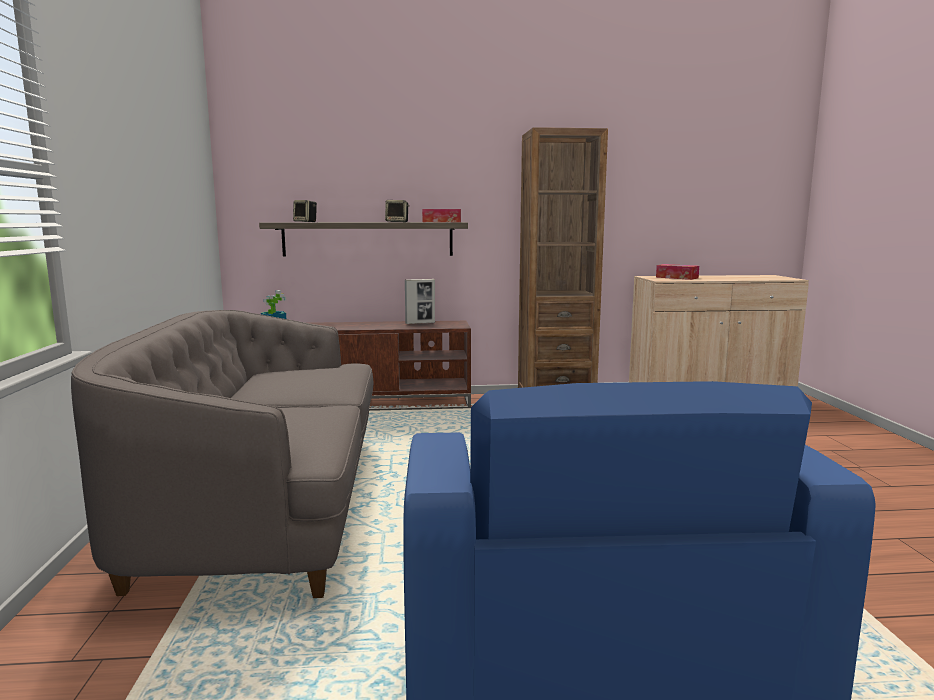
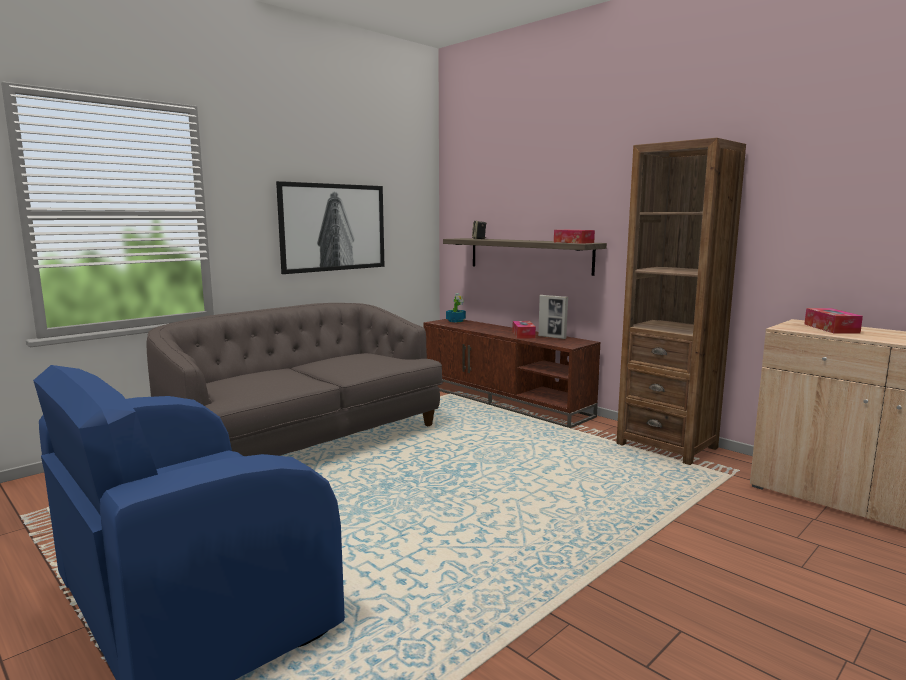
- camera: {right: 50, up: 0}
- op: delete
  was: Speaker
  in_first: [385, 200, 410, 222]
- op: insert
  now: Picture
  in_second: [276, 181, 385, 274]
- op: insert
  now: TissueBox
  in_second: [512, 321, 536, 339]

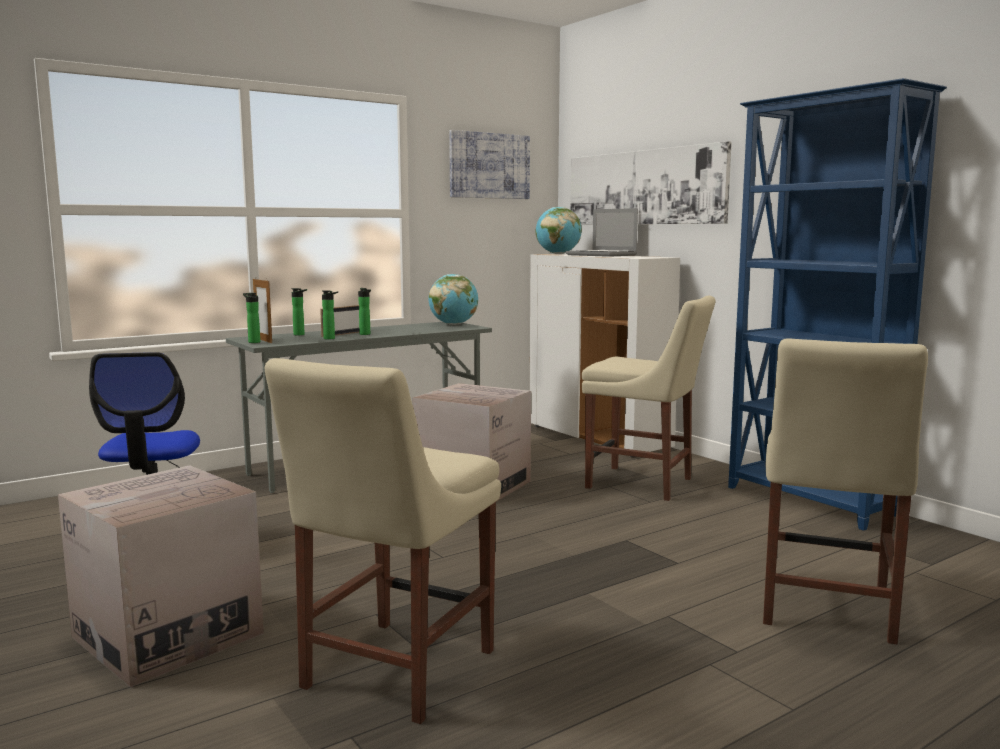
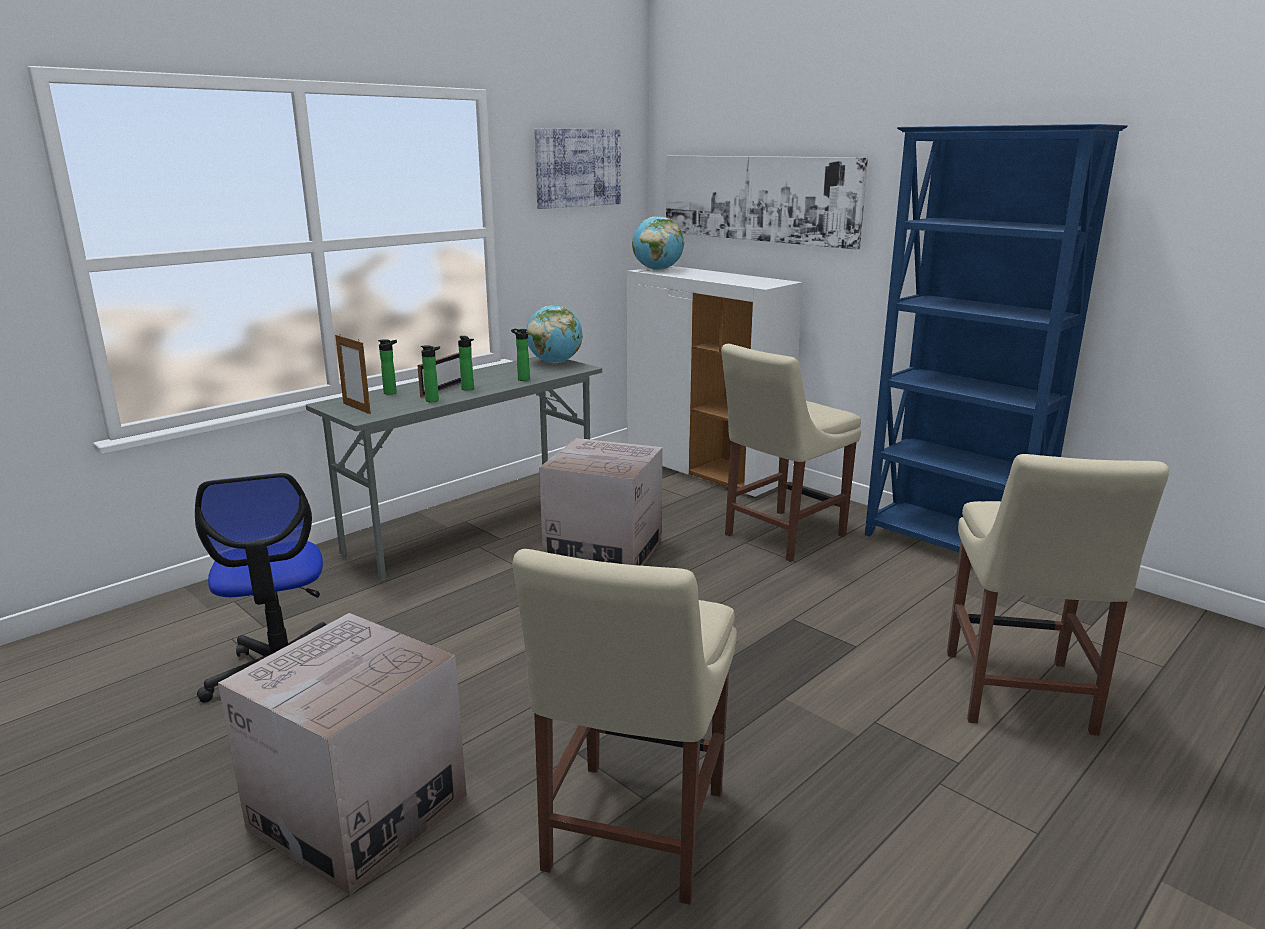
- camera: {right: -10, up: 10}
- op: move
  was: Bottle
  in_first: [243, 293, 260, 343]
  in_second: [511, 329, 530, 381]
- op: delete
  was: Laptop
  in_first: [566, 208, 638, 257]
- op: rotate
  was: BeigeChair
  in_first: [582, 296, 715, 501]
  in_second: [721, 344, 861, 562]
  clockwise: 120

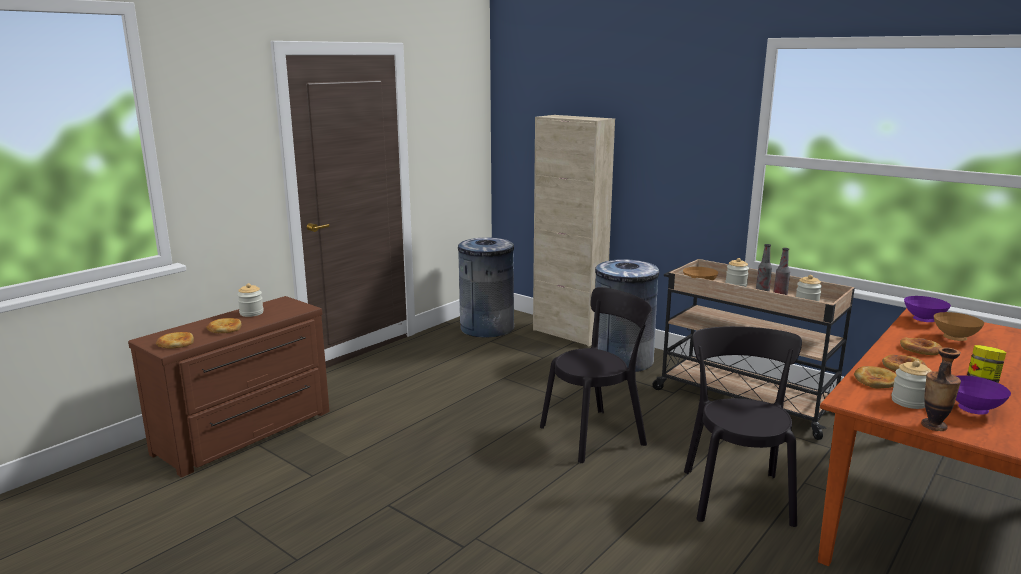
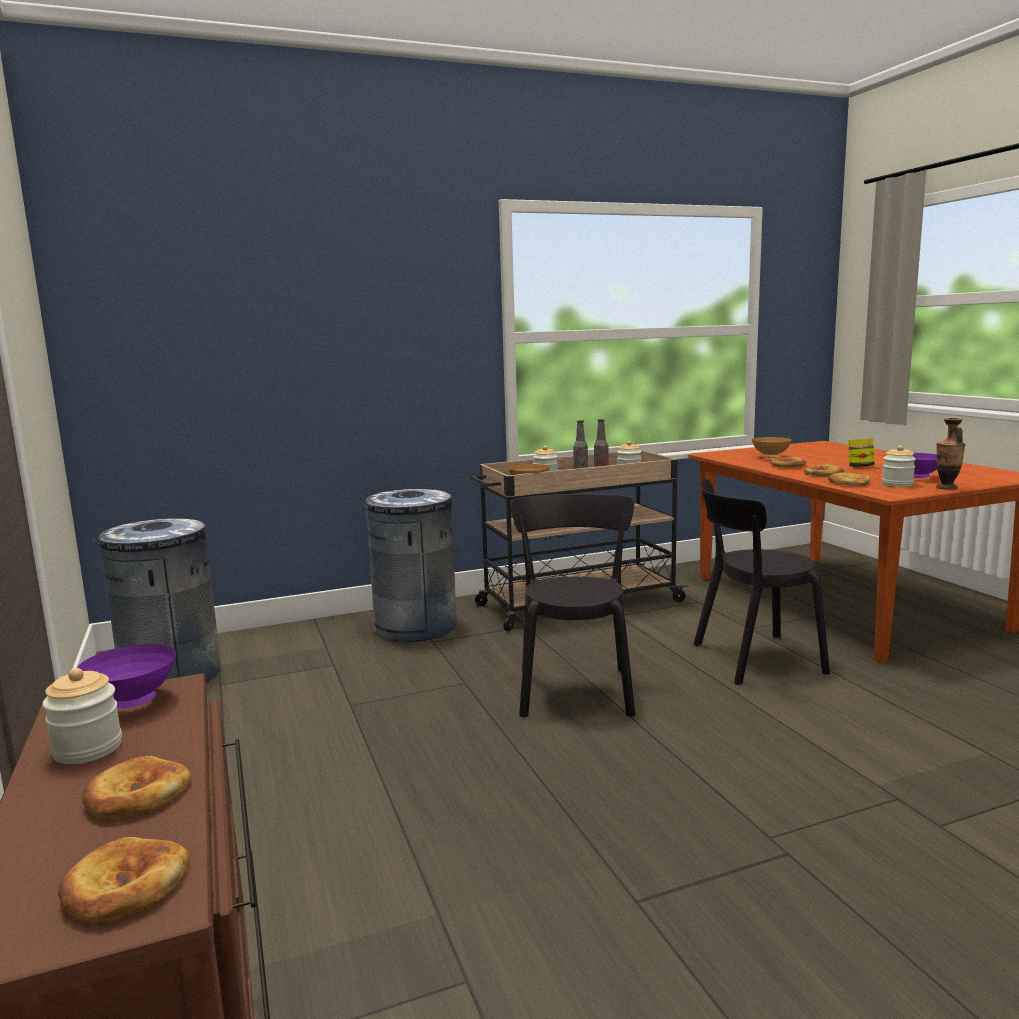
- camera: {right: -60, up: -5}
- op: delete
  was: BeigeCabinet
  in_first: [533, 115, 615, 346]
- op: rotate
  was: BlackChair
  in_first: [684, 326, 802, 527]
  in_second: [693, 479, 830, 685]
  clockwise: -45
- op: move
  was: PurpleBowl
  in_first: [904, 296, 951, 322]
  in_second: [77, 644, 177, 708]

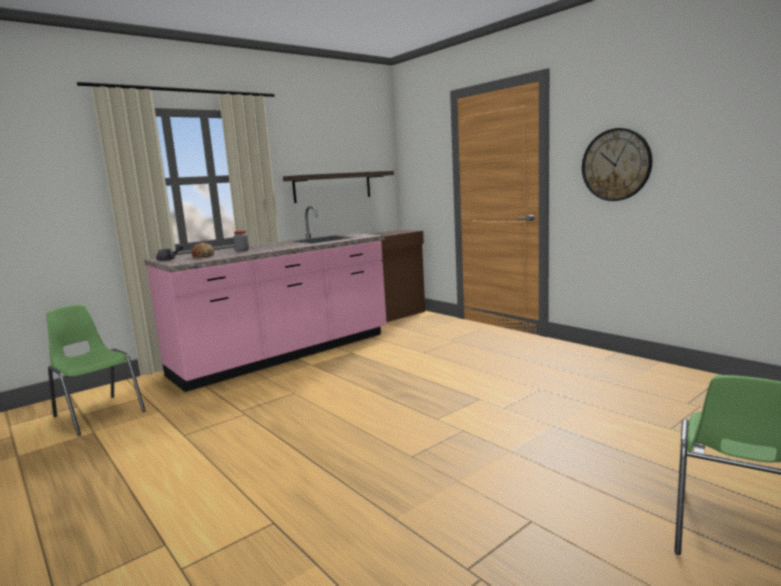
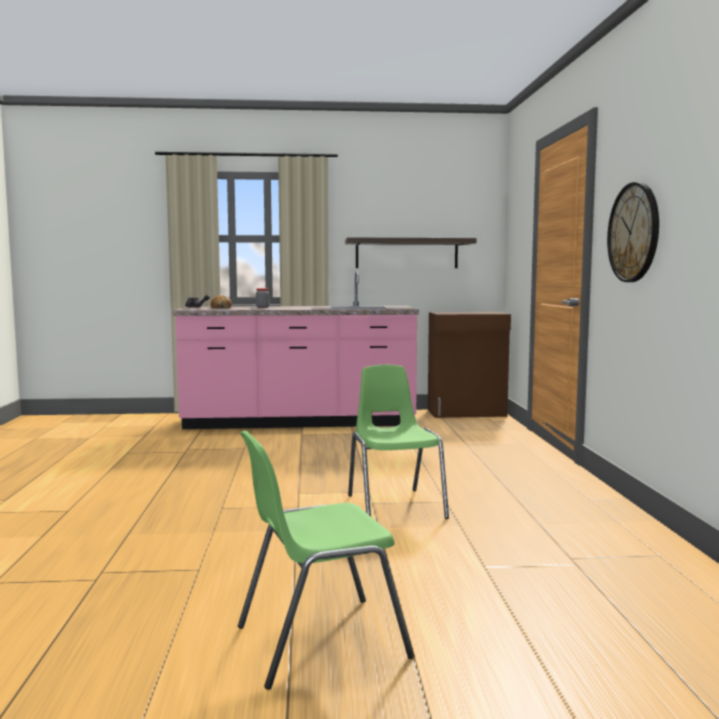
- camera: {right: 35, up: -5}
- op: move
  was: GreenChair
  in_first: [46, 305, 146, 436]
  in_second: [348, 365, 449, 519]

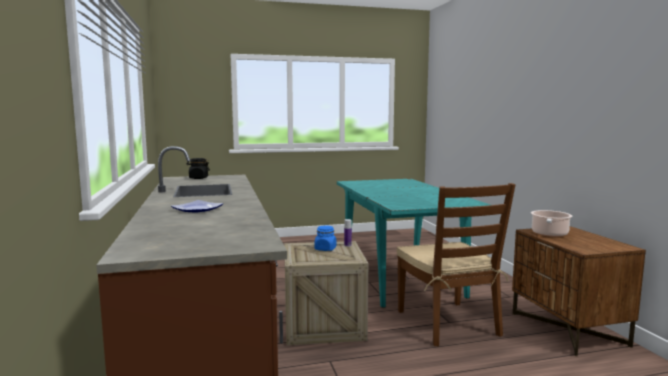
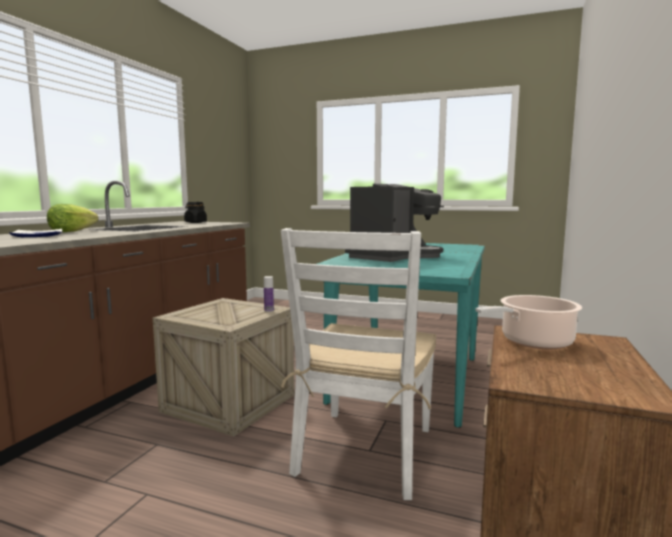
- camera: {right: 35, up: 0}
- op: delete
  was: BlueJar
  in_first: [315, 226, 336, 251]
- op: recolor
  was: BrownChair
  now: WhiteChair
  in_first: [397, 183, 516, 346]
  in_second: [281, 228, 437, 500]
- op: insert
  now: Lettuce
  in_second: [47, 204, 98, 232]
- op: insert
  now: CoffeeMachine
  in_second: [345, 184, 444, 262]

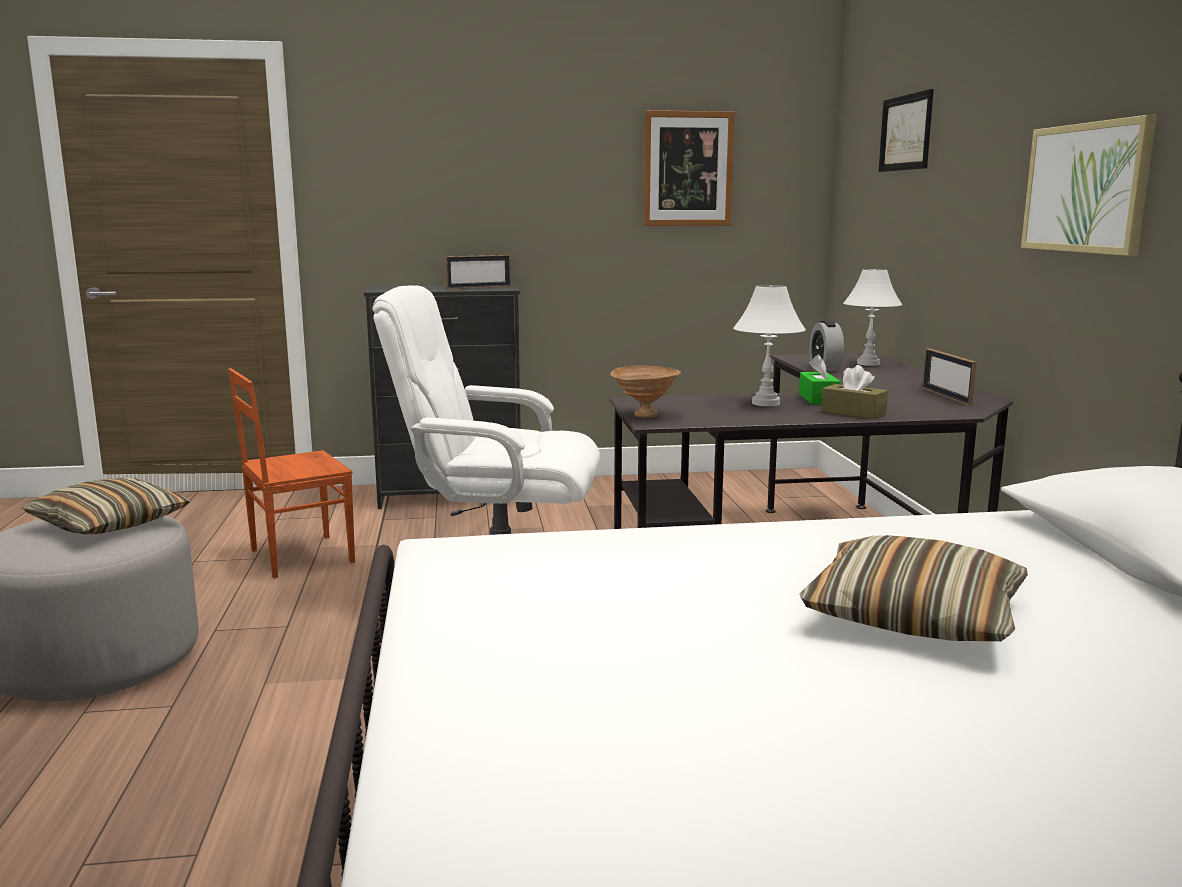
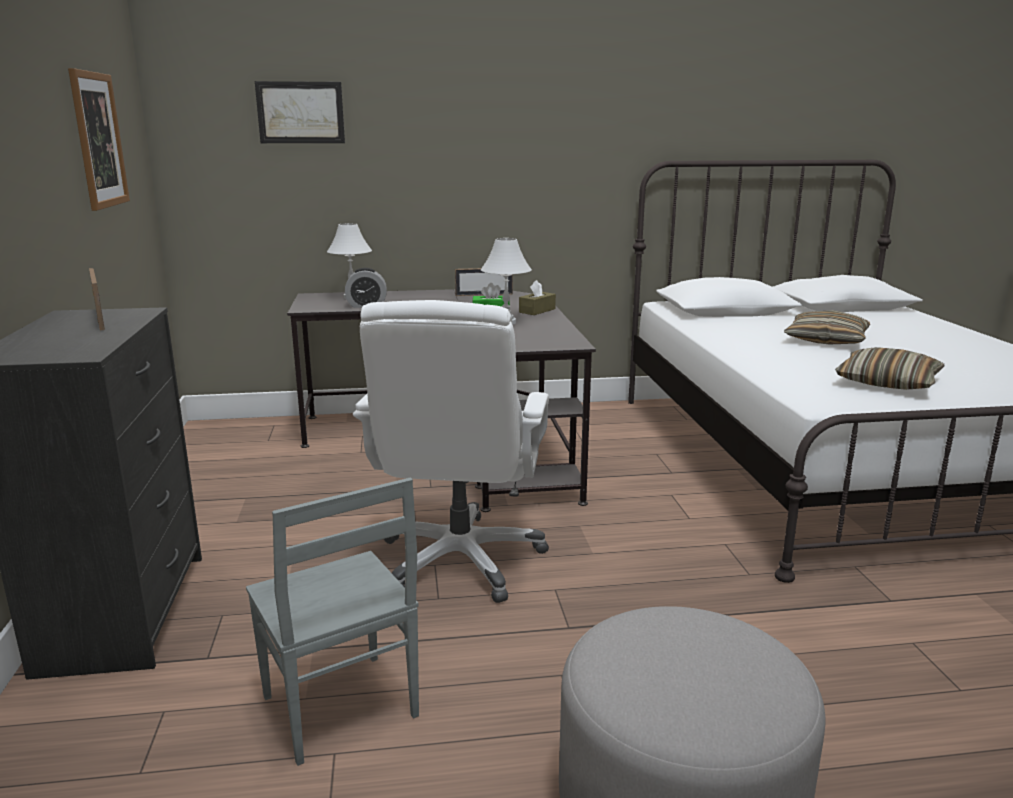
- camera: {right: -90, up: 5}
- op: move
  was: Pillow
  in_first: [22, 478, 190, 534]
  in_second: [835, 347, 944, 390]
- op: recolor
  was: BrownChair
  now: GreyChair
  in_first: [228, 368, 355, 578]
  in_second: [246, 478, 419, 766]
- op: delete
  was: BrownBowl
  in_first: [610, 365, 681, 418]
- op: delete
  was: Picture
  in_first: [1021, 115, 1156, 256]

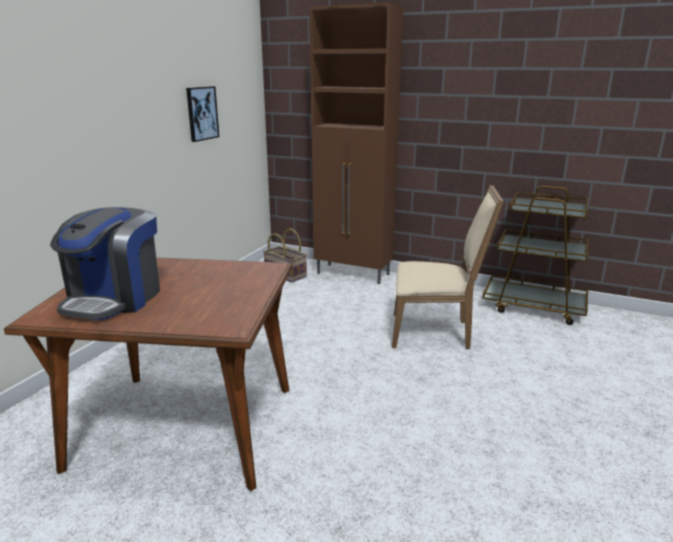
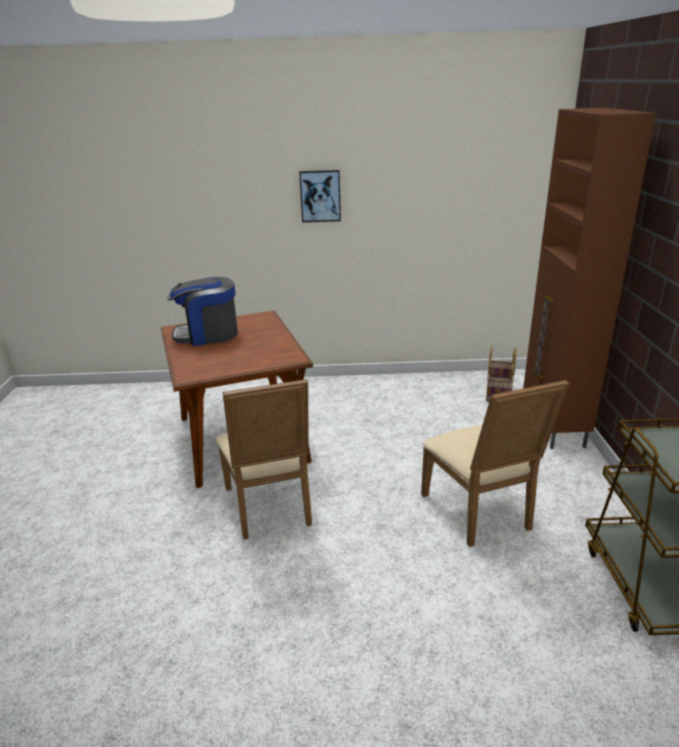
- camera: {right: 65, up: 5}
- op: move
  was: Picture
  in_first: [186, 86, 219, 142]
  in_second: [299, 170, 341, 222]
- op: insert
  now: BeigeChair
  in_second: [216, 379, 312, 540]

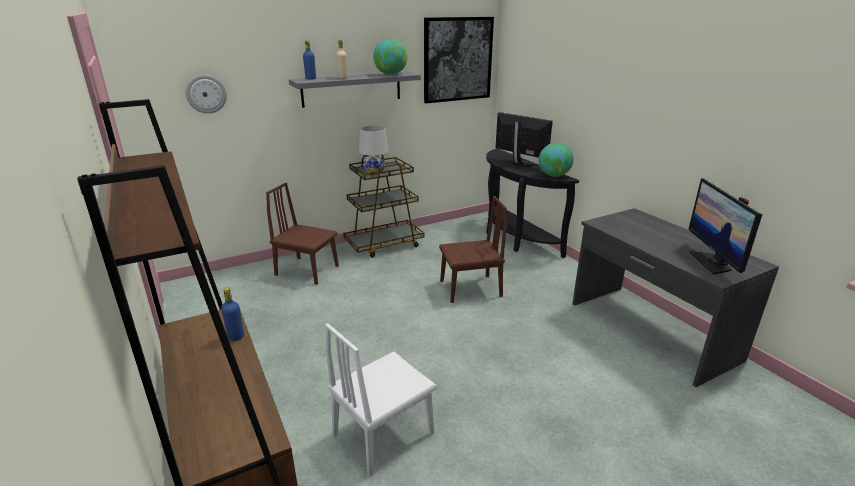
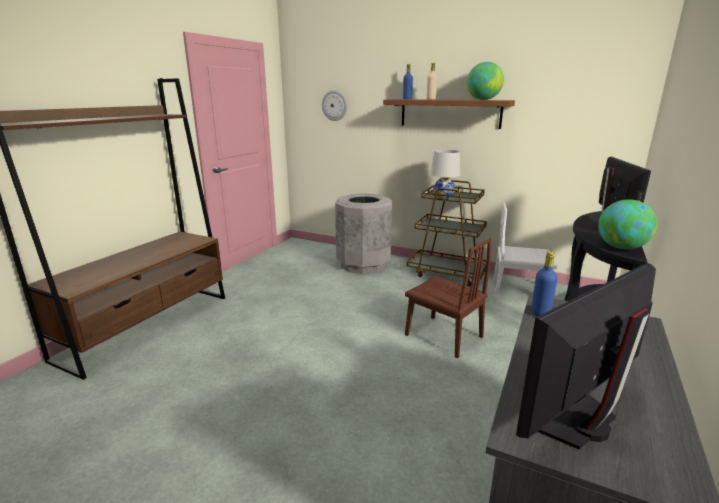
- camera: {right: 55, up: -5}
- op: move
  was: BlueBottle
  in_first: [221, 288, 244, 341]
  in_second: [531, 251, 558, 316]
- op: replace
  was: BrownChair
  now: GreyTrashCan
  in_first: [266, 183, 339, 285]
  in_second: [335, 193, 392, 274]
- op: recolor
  was: GreyShelf
  now: BrownShelf
  in_first: [289, 72, 421, 108]
  in_second: [383, 99, 515, 129]
- op: move
  was: WhiteChair
  in_first: [325, 323, 437, 477]
  in_second: [493, 203, 557, 298]
- op: delete
  was: Picture
  in_first: [424, 17, 494, 103]

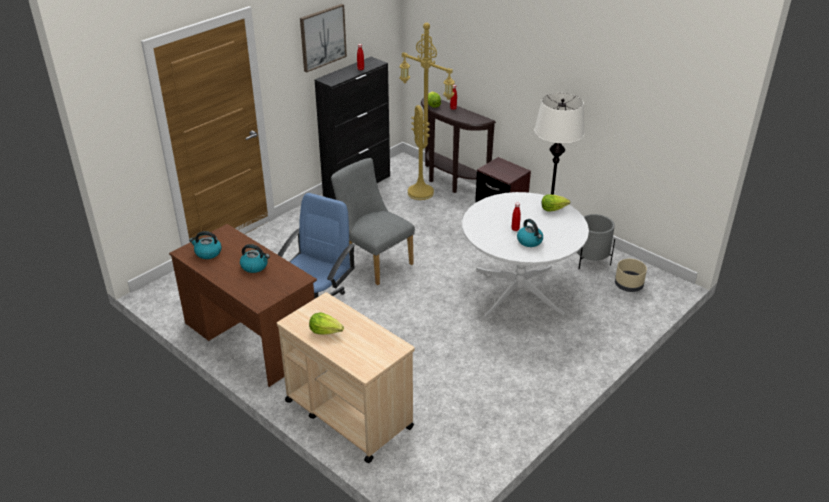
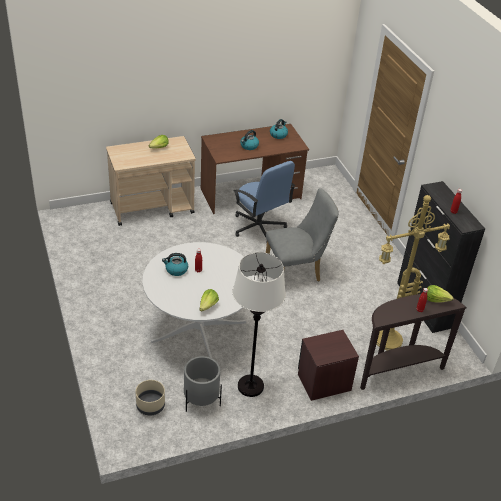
- camera: {right: 115, up: 5}
- op: delete
  was: Picture
  in_first: [300, 4, 347, 72]

